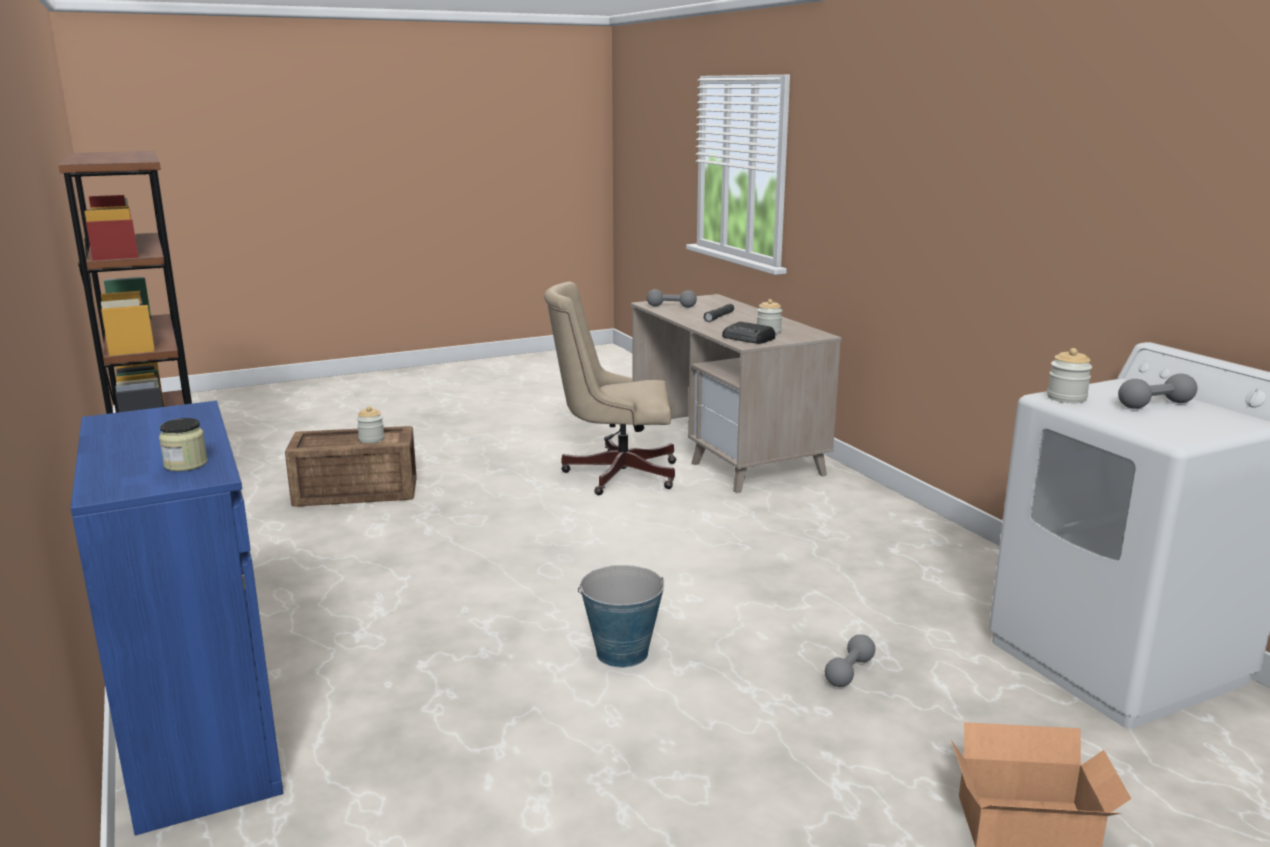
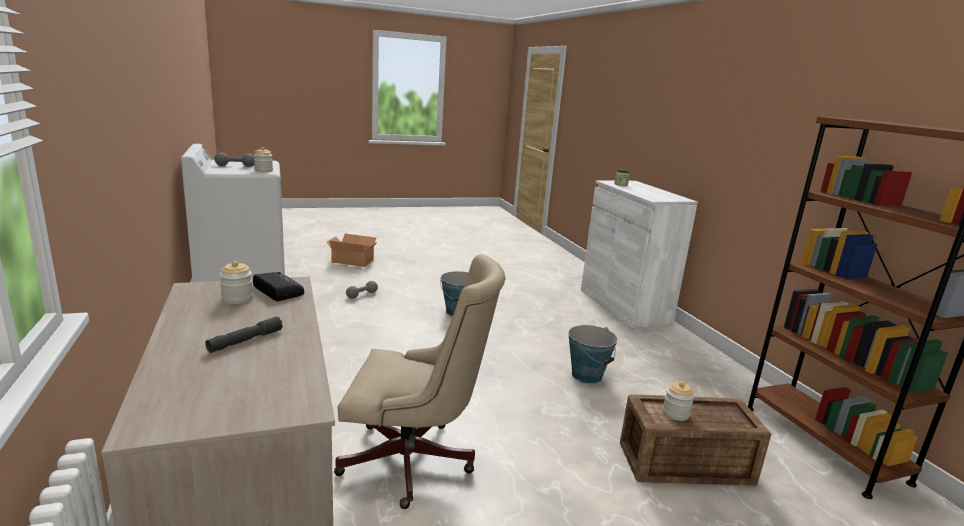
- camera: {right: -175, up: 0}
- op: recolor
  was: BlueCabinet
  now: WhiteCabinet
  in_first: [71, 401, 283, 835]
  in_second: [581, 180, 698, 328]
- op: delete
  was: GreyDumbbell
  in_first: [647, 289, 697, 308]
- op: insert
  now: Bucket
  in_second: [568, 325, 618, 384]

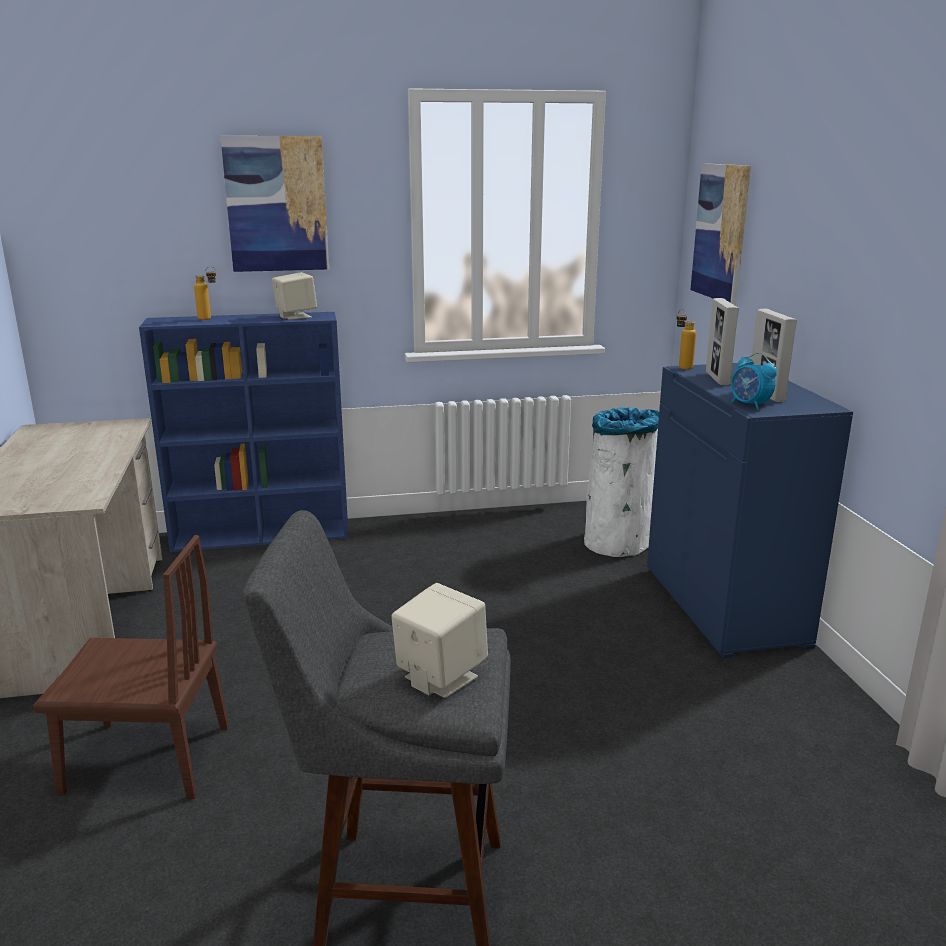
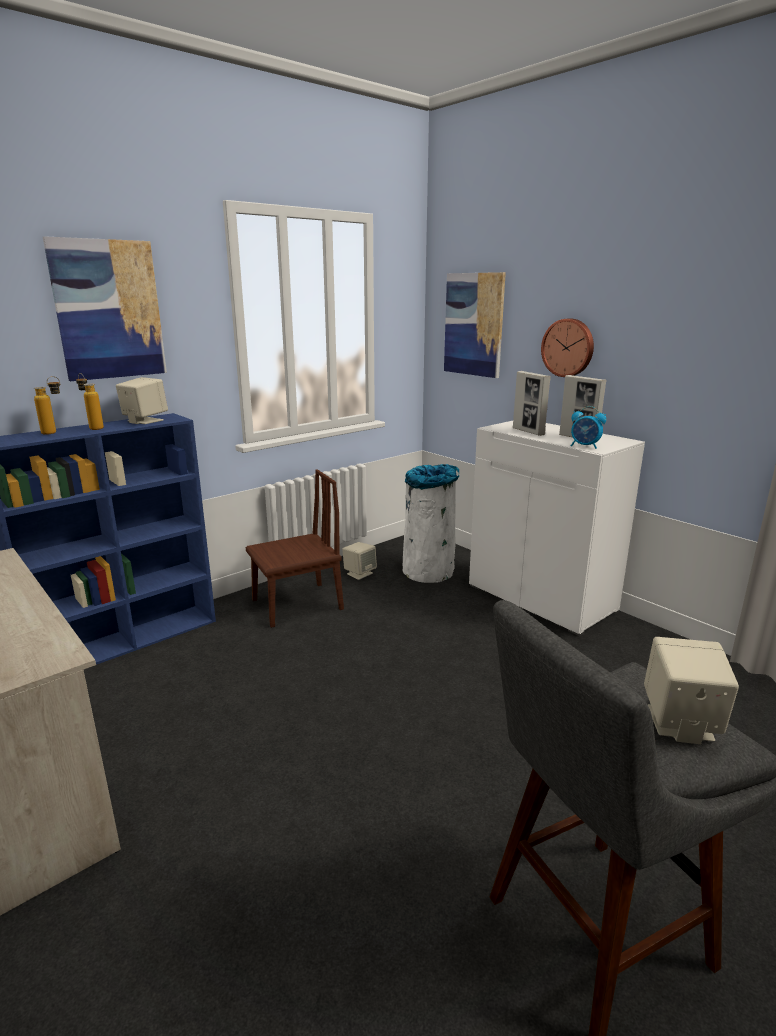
- camera: {right: -30, up: 0}
- op: move
  was: BrownChair
  in_first: [33, 535, 229, 799]
  in_second: [246, 469, 344, 628]
- op: recolor
  was: BlueCabinet
  now: WhiteCabinet
  in_first: [647, 363, 853, 658]
  in_second: [469, 421, 645, 636]
- op: move
  was: Bottle
  in_first: [676, 309, 696, 370]
  in_second: [76, 373, 104, 430]
- op: insert
  now: BeigeSpeaker
  in_second: [342, 542, 377, 580]
- op: insert
  now: WallClock
  in_second: [541, 318, 594, 377]

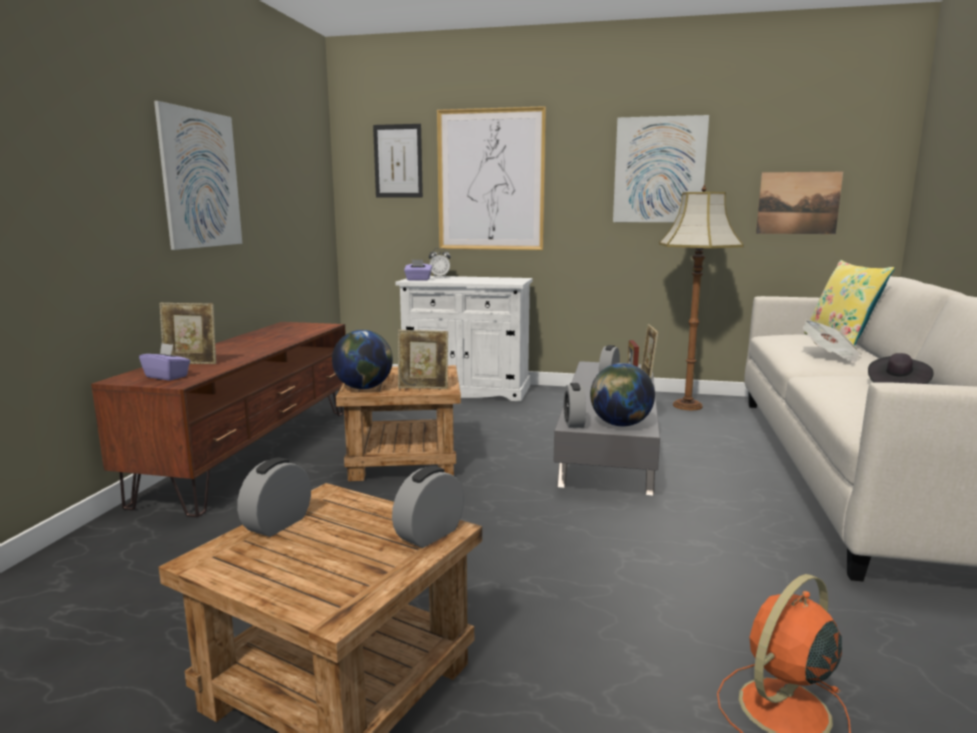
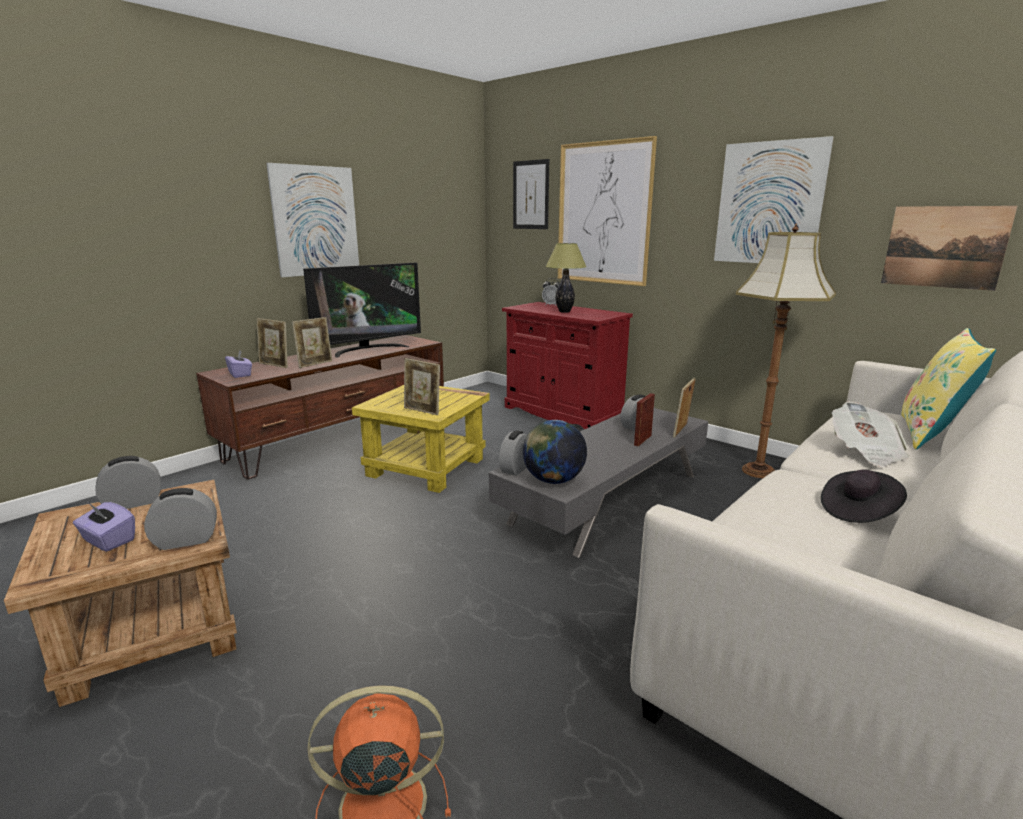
- camera: {right: 30, up: 5}
- op: delete
  was: Globe
  in_first: [332, 330, 393, 389]
- op: recolor
  was: BrownSideTable
  now: YellowSideTable
  in_first: [336, 365, 461, 481]
  in_second: [352, 385, 490, 493]
- op: recolor
  was: WhiteCabinet
  now: RedCabinet
  in_first: [395, 276, 533, 402]
  in_second: [502, 302, 633, 429]
- op: move
  was: PurpleTissueBox
  in_first: [404, 259, 432, 281]
  in_second: [73, 502, 135, 551]
- op: insert
  now: PictureFrame
  in_second: [292, 317, 332, 368]
- op: insert
  now: Television
  in_second: [303, 262, 421, 358]
- op: insert
  now: TableLamp
  in_second: [546, 243, 586, 313]

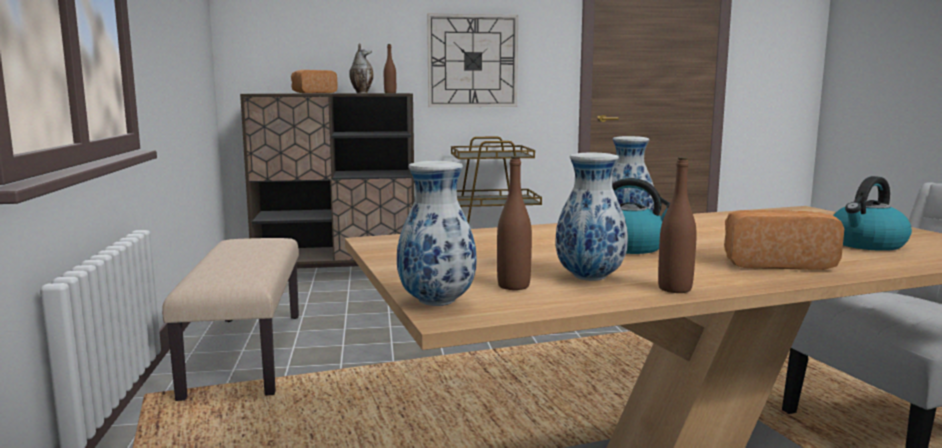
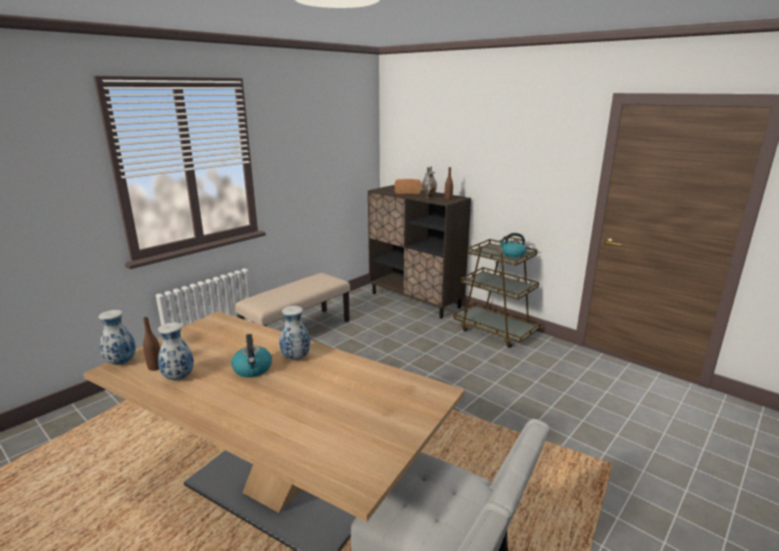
- camera: {right: 50, up: 10}
- op: delete
  was: WallClock
  in_first: [427, 13, 518, 107]
- op: delete
  was: BrownBottle
  in_first: [658, 157, 697, 293]
- op: delete
  was: Bread
  in_first: [724, 210, 844, 270]
- op: move
  was: Kettle
  in_first: [833, 176, 912, 251]
  in_second: [499, 233, 527, 258]

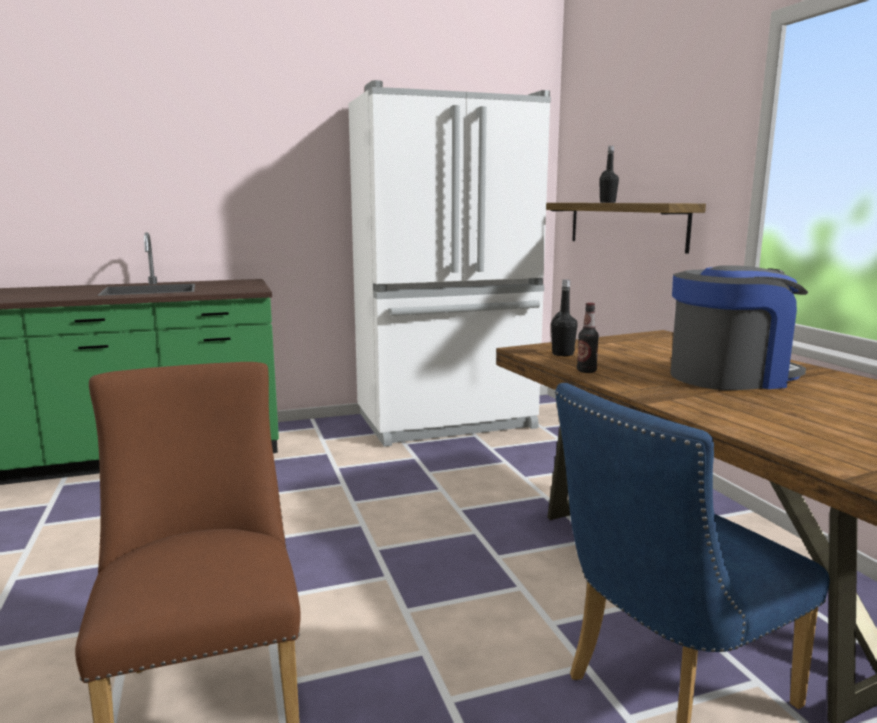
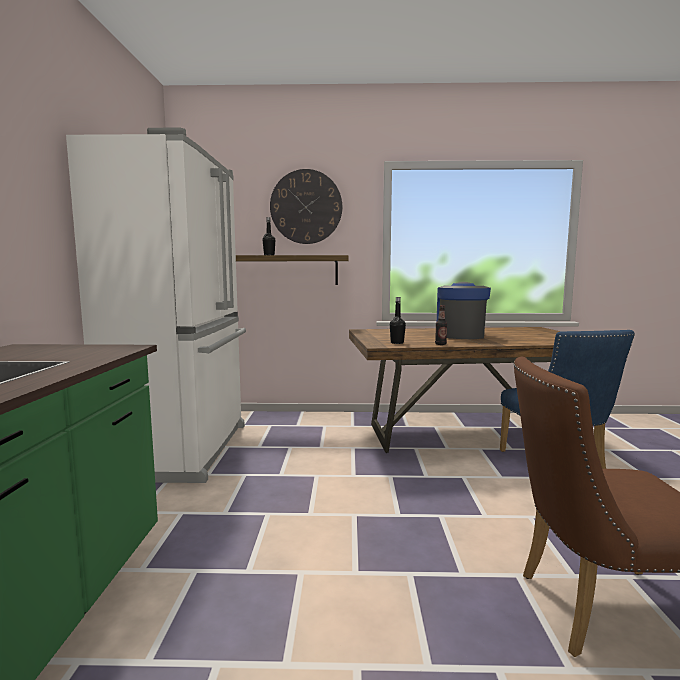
- camera: {right: -70, up: -5}
- op: insert
  now: WallClock
  in_second: [270, 169, 342, 244]

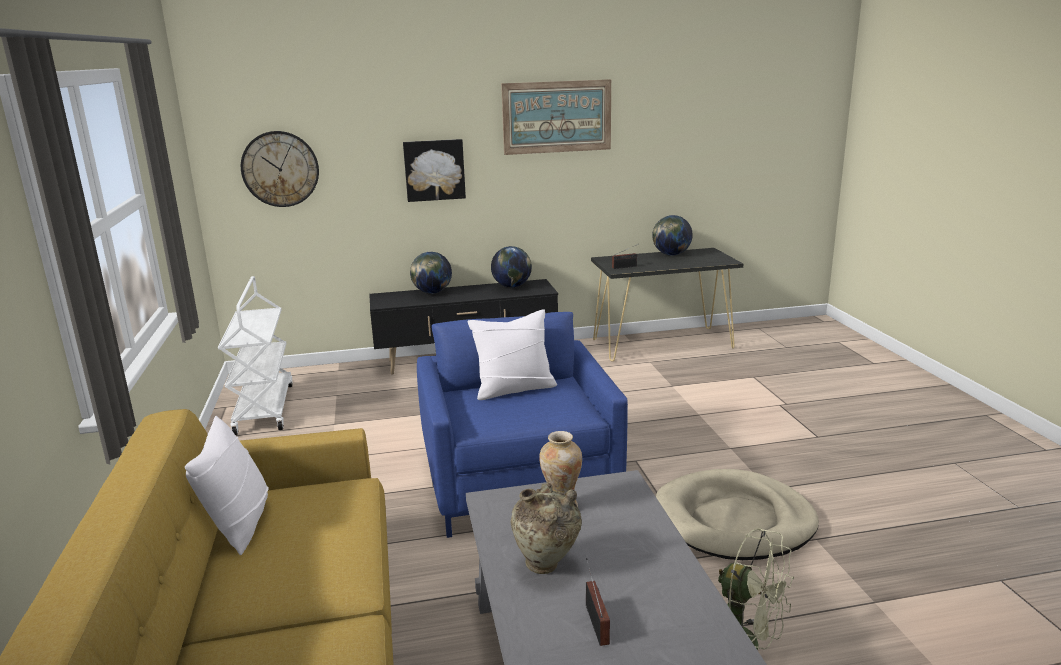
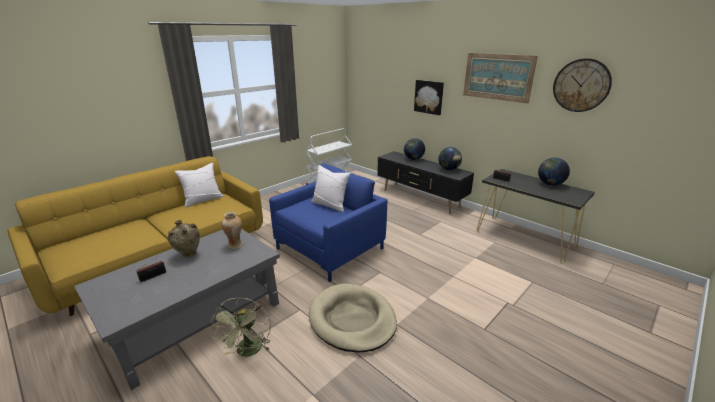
- camera: {right: 55, up: 5}
- op: move
  was: WallClock
  in_first: [241, 131, 319, 207]
  in_second: [553, 58, 612, 112]

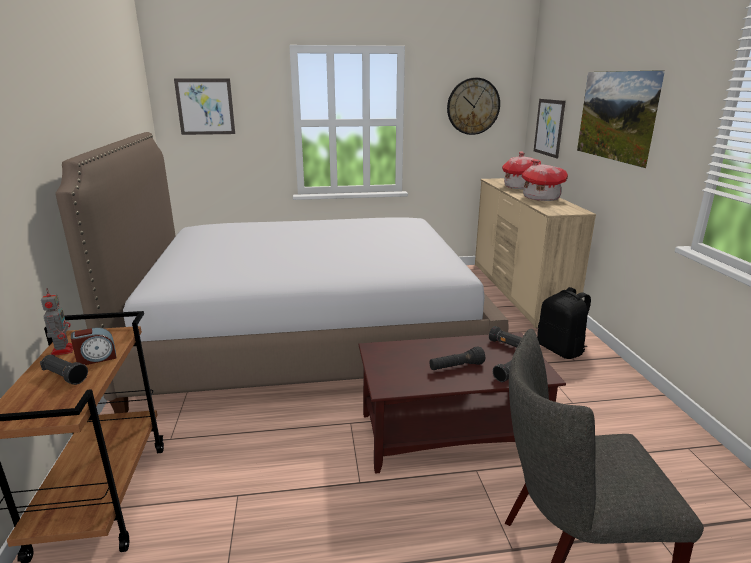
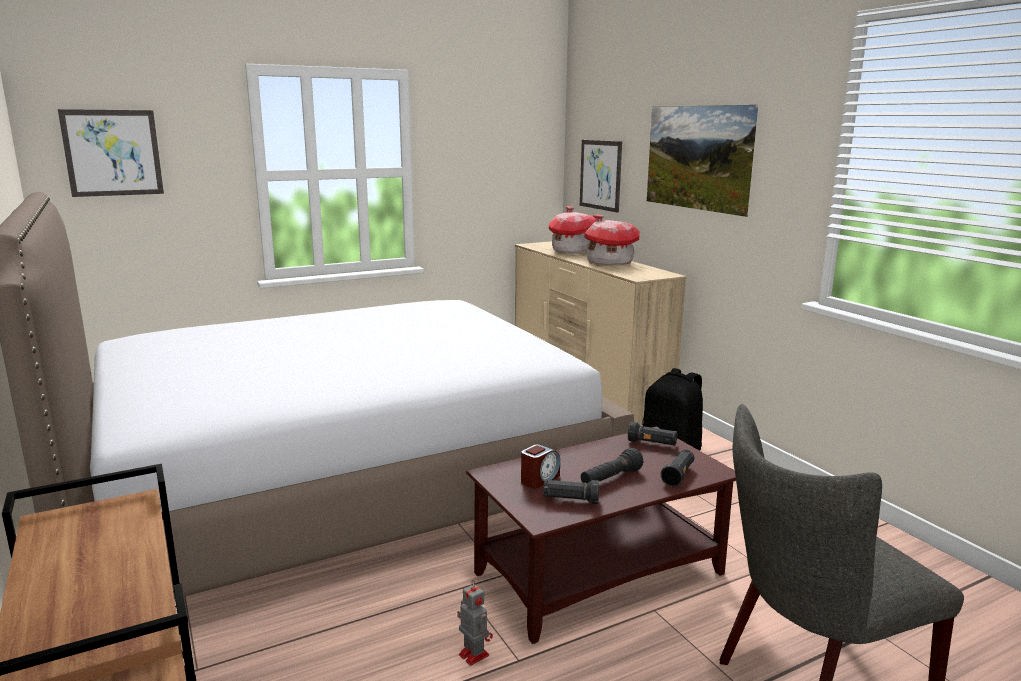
- camera: {right: -20, up: -5}
- op: move
  was: BlackFlashlight
  in_first: [40, 355, 88, 385]
  in_second: [543, 479, 600, 504]
- op: move
  was: ToyRobot
  in_first: [41, 288, 73, 356]
  in_second: [457, 580, 493, 666]
- op: move
  was: AlarmClock
  in_first: [71, 327, 117, 365]
  in_second: [521, 444, 560, 489]
- op: delete
  was: WallClock
  in_first: [447, 78, 500, 135]

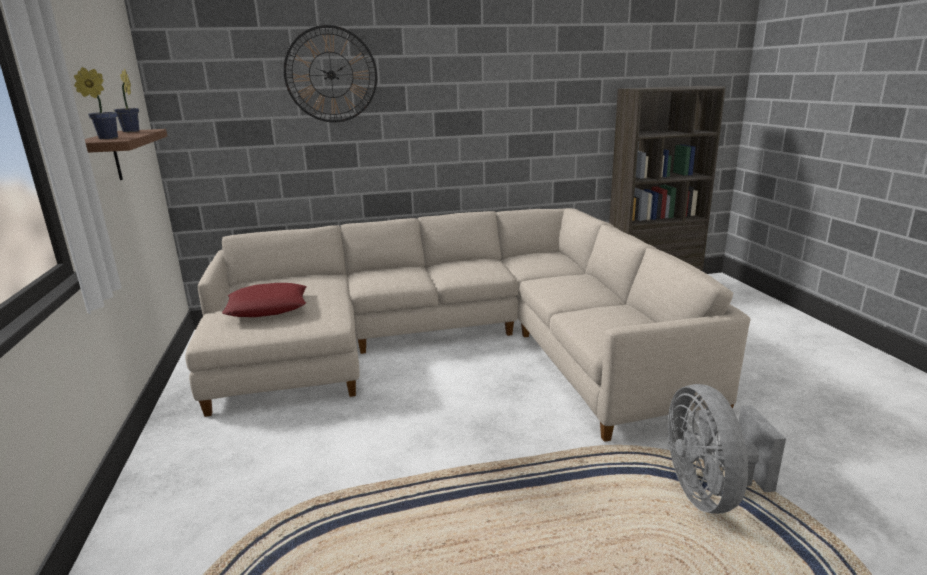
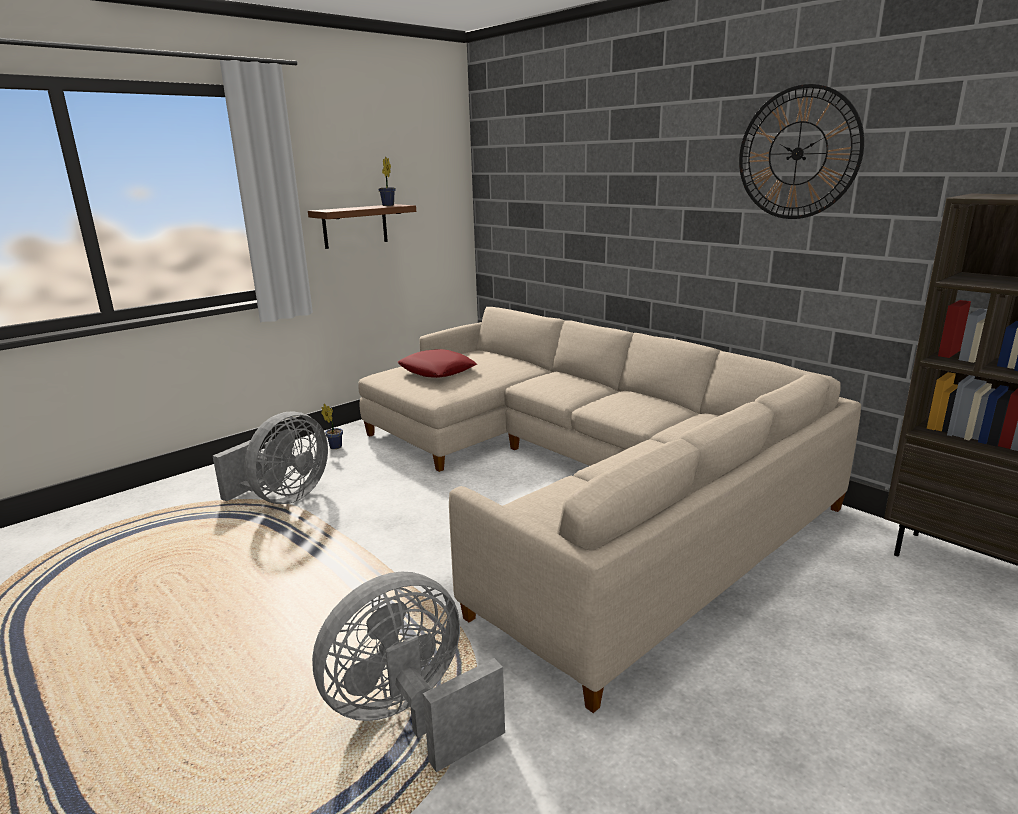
- camera: {right: 60, up: 0}
- op: move
  was: PottedPlant
  in_first: [74, 67, 118, 139]
  in_second: [321, 404, 343, 449]
- op: move
  was: WallClock
  in_first: [284, 25, 377, 122]
  in_second: [739, 84, 864, 219]
- op: insert
  now: GreyFan
  in_second: [213, 411, 328, 504]

